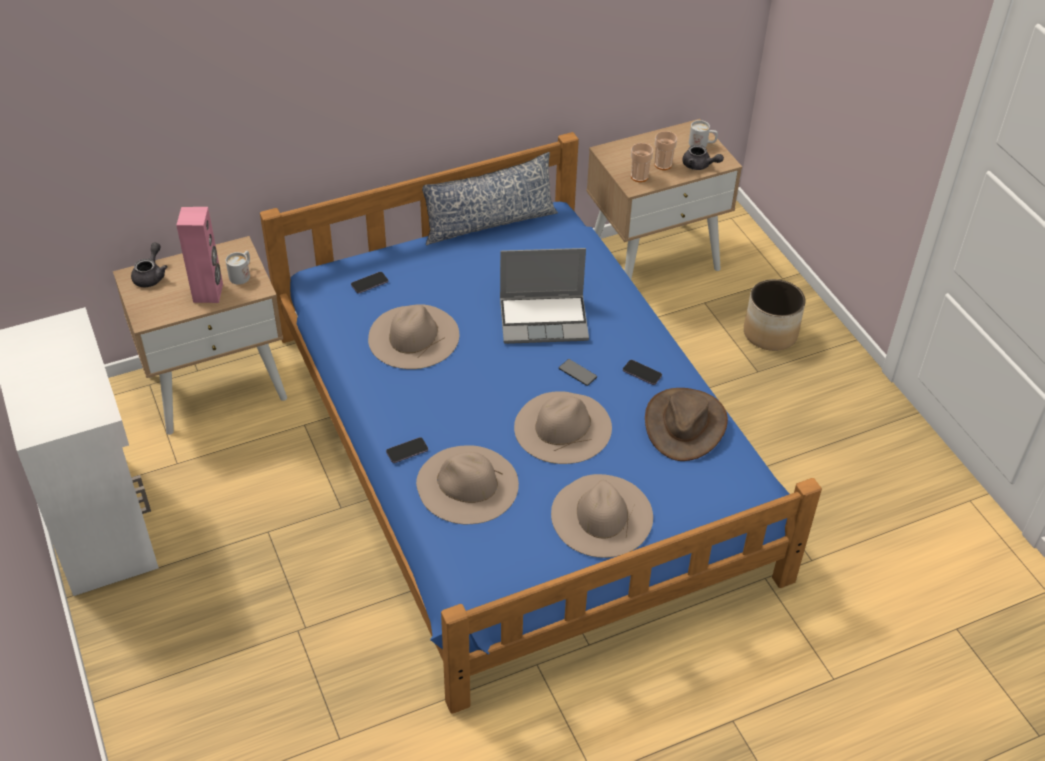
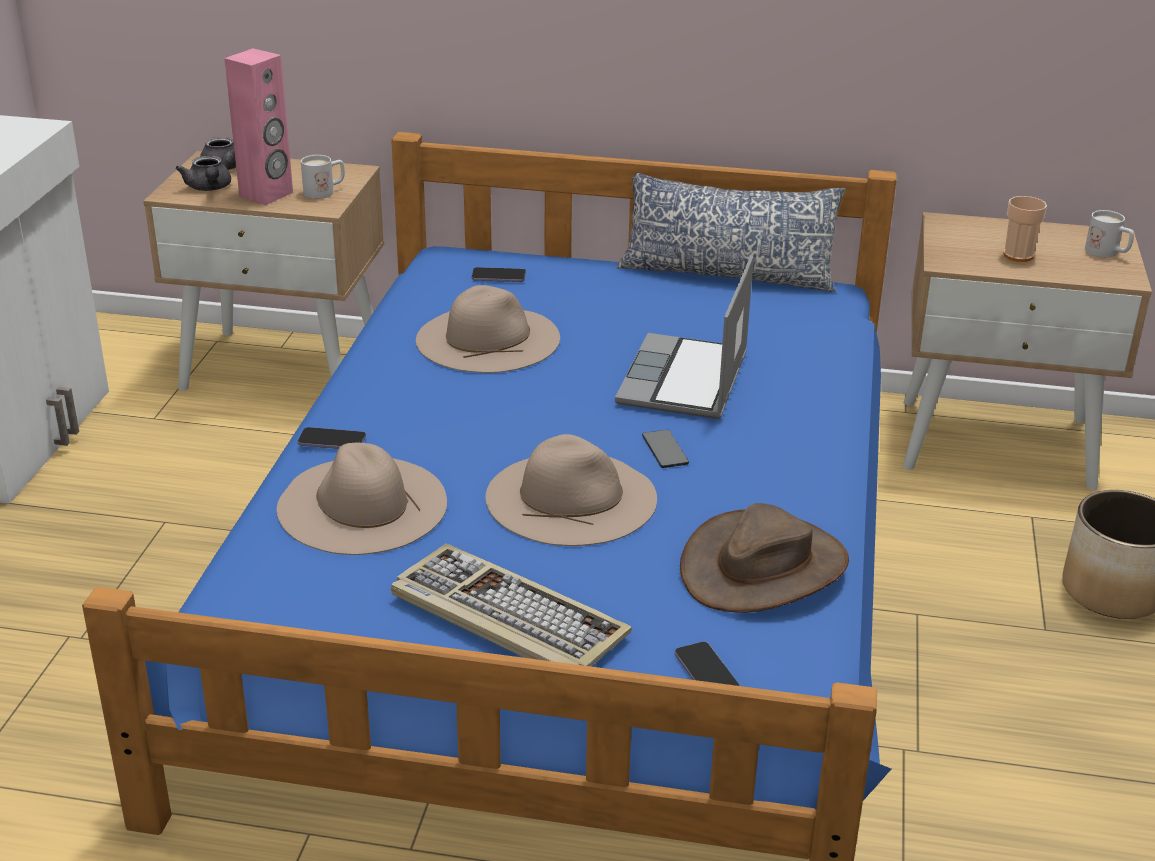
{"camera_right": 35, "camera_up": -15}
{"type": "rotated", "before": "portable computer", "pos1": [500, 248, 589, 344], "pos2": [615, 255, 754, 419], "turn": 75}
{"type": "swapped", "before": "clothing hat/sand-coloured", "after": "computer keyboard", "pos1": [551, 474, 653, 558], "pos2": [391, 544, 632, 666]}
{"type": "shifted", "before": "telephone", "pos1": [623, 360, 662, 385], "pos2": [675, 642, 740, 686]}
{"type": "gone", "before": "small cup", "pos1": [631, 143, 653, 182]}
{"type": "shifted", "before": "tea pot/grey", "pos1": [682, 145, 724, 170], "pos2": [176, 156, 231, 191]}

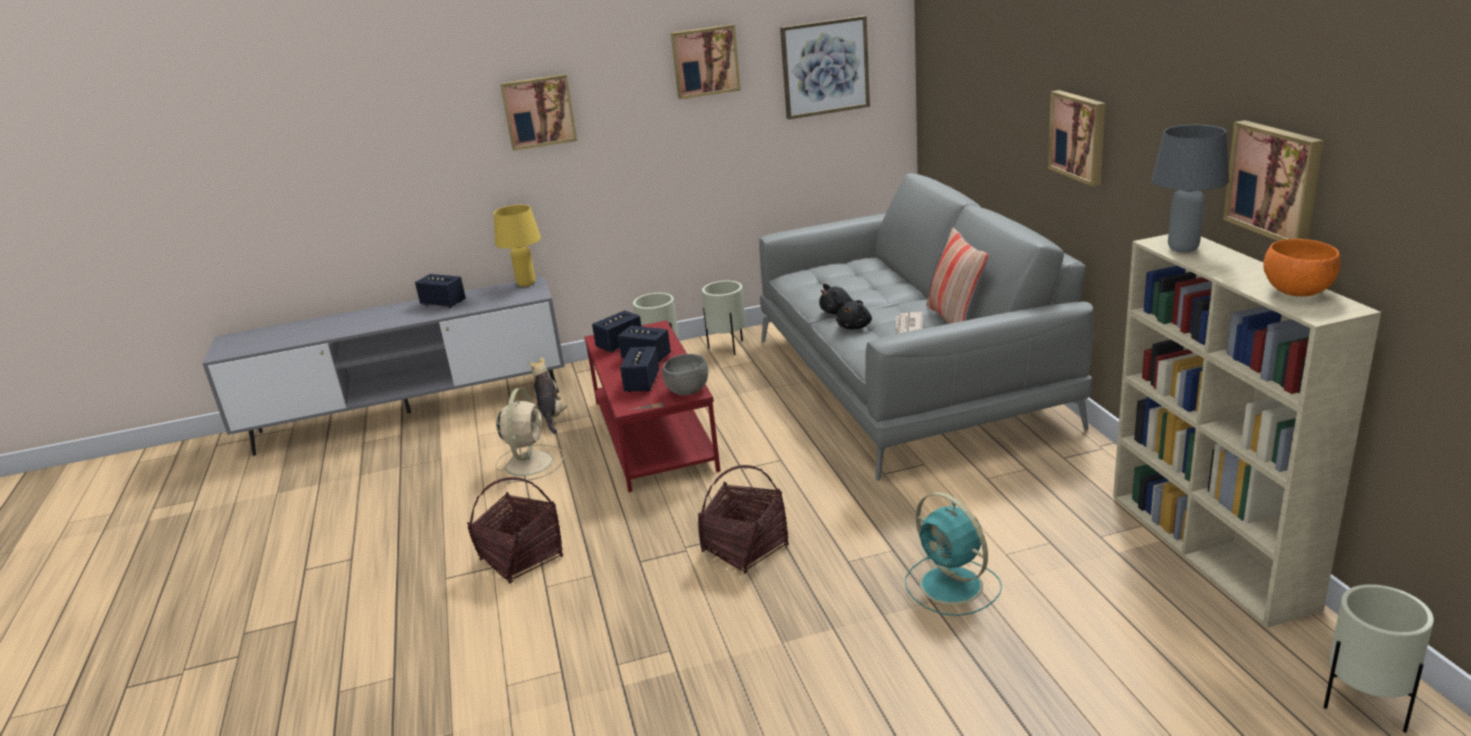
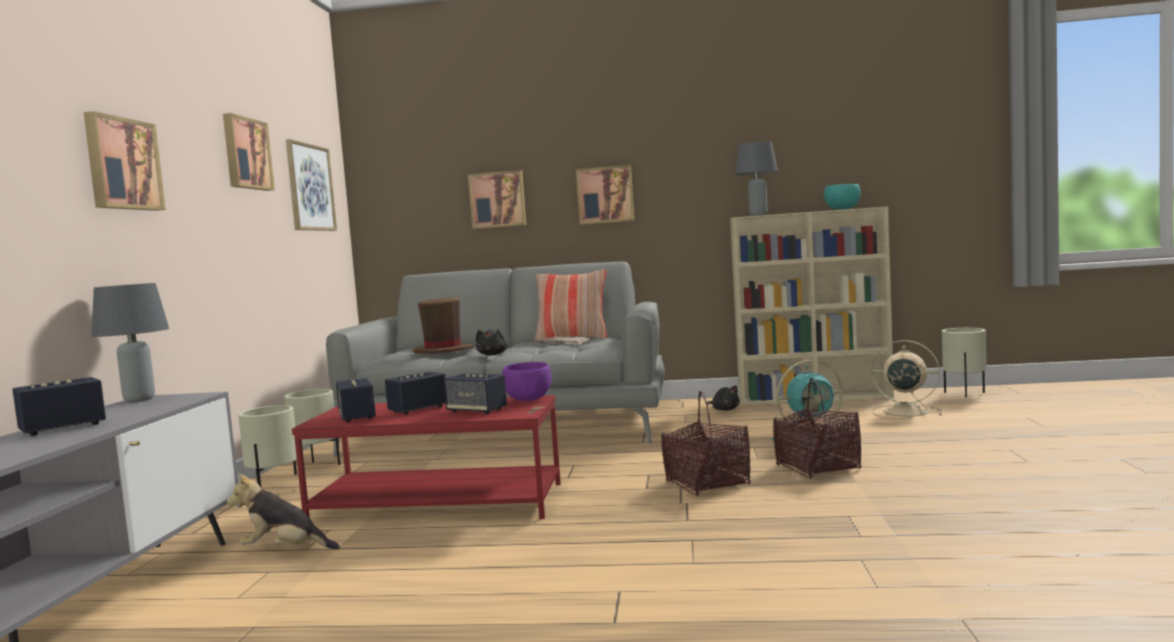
{"camera_right": -70, "camera_up": -20}
{"type": "shifted", "before": "household basket", "pos1": [467, 477, 563, 584], "pos2": [773, 378, 862, 479]}
{"type": "repainted", "before": "table lamp/yellowish", "after": "table lamp/grey", "pos1": [494, 205, 541, 287], "pos2": [91, 283, 169, 402]}
{"type": "shifted", "before": "cooling fan/sand-coloured", "pos1": [496, 388, 564, 484], "pos2": [871, 340, 942, 419]}
{"type": "repainted", "before": "serving bowl/grey", "after": "serving bowl/purple-coloured", "pos1": [662, 354, 708, 395], "pos2": [502, 362, 551, 401]}
{"type": "shifted", "before": "soft toy/black", "pos1": [836, 301, 872, 330], "pos2": [707, 385, 740, 411]}
{"type": "shifted", "before": "wall art", "pos1": [1223, 120, 1323, 241], "pos2": [468, 170, 526, 229]}
{"type": "repainted", "before": "serving bowl/orange", "after": "serving bowl/turquoise", "pos1": [1263, 239, 1340, 297], "pos2": [824, 184, 861, 210]}
{"type": "new", "after": "clothing hat/brown-coloured", "pos2": [413, 298, 474, 354]}

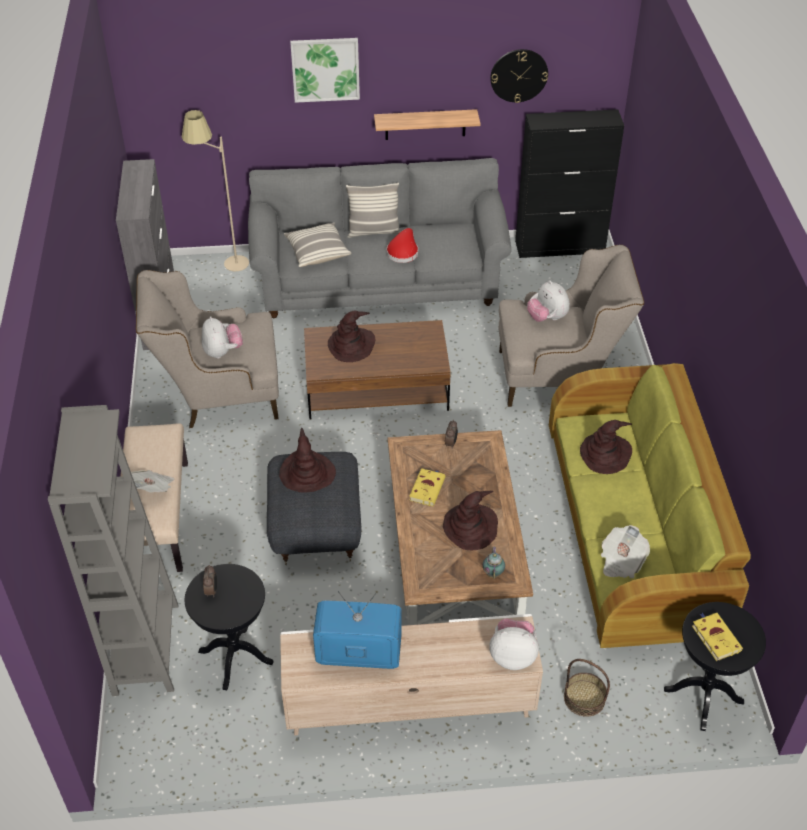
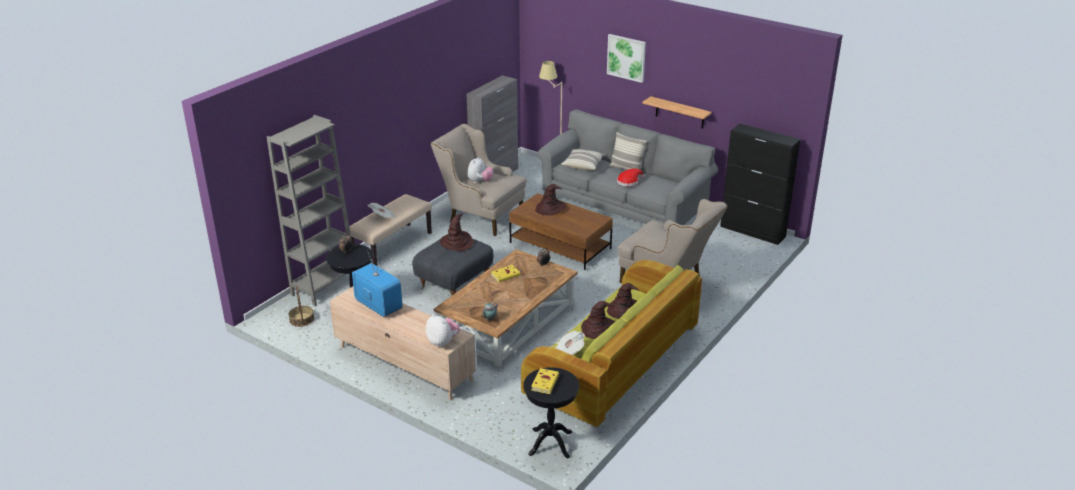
{"camera_right": 40, "camera_up": -15}
{"type": "shifted", "before": "clothing hat/brown-coloured", "pos1": [443, 491, 498, 550], "pos2": [581, 301, 615, 339]}
{"type": "gone", "before": "wall clock", "pos1": [490, 49, 548, 103]}
{"type": "gone", "before": "soft toy", "pos1": [527, 280, 570, 322]}
{"type": "shifted", "before": "household basket", "pos1": [564, 659, 610, 717], "pos2": [288, 286, 314, 327]}

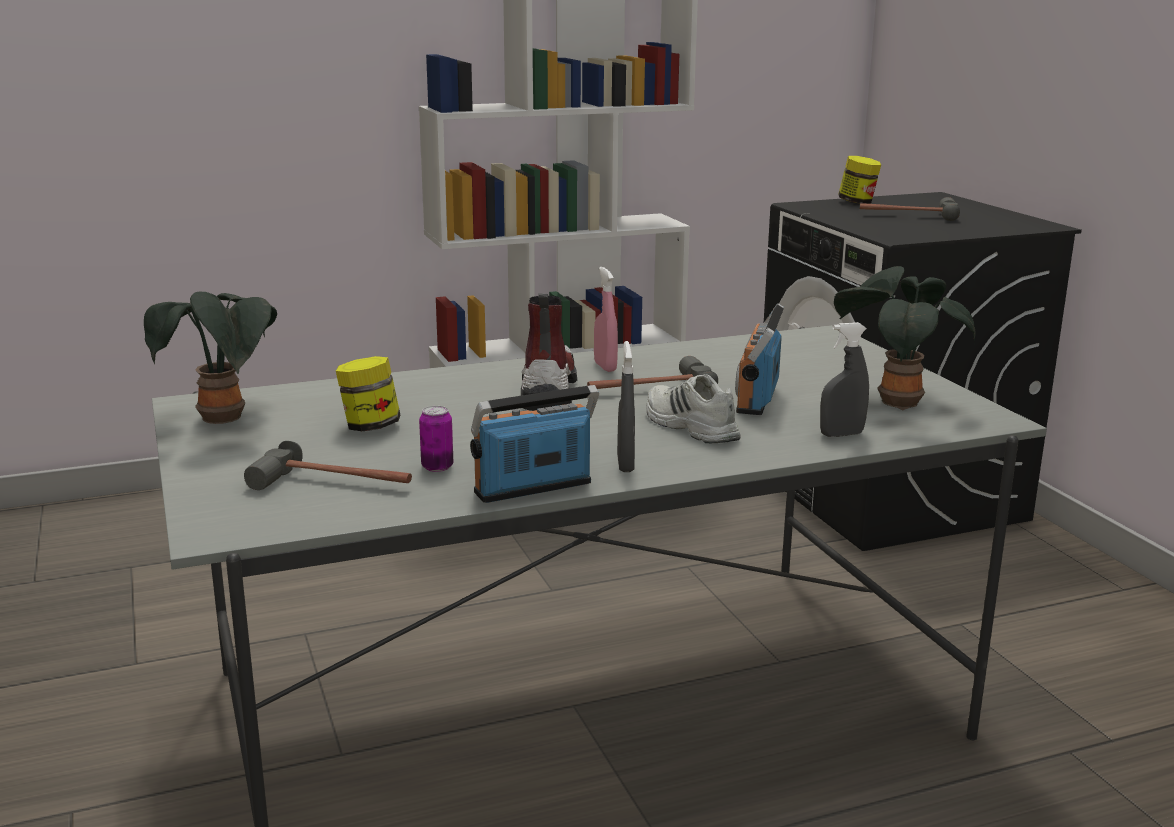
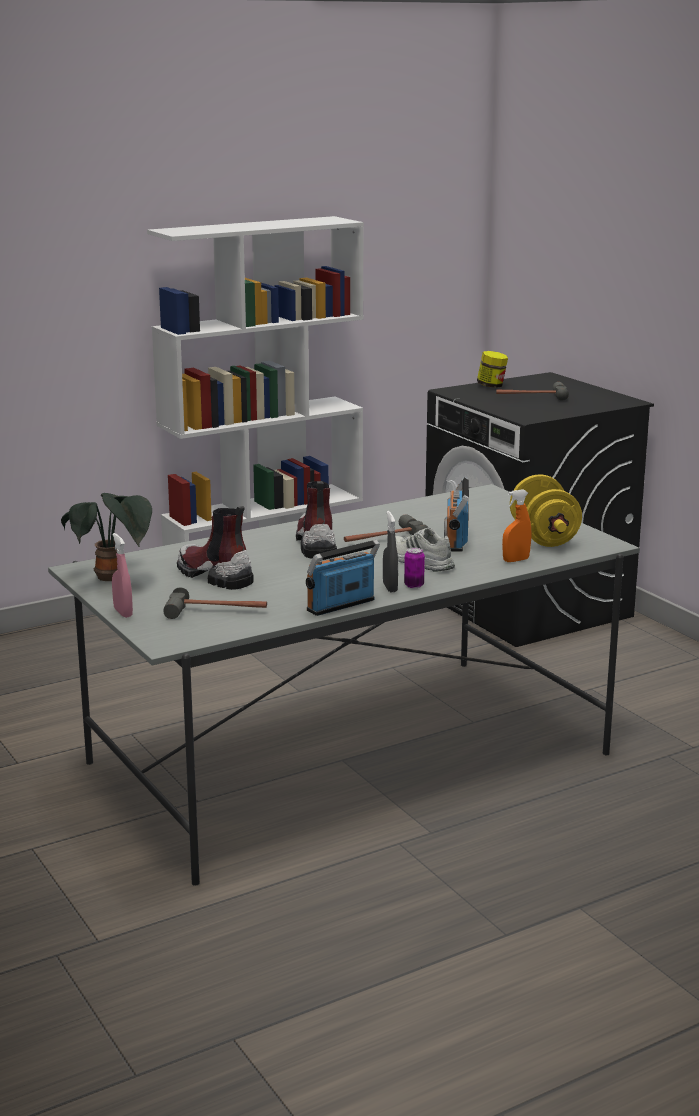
{"camera_right": -10, "camera_up": 0}
{"type": "swapped", "before": "storage jar", "after": "boot", "pos1": [336, 356, 400, 431], "pos2": [177, 506, 253, 590]}
{"type": "shifted", "before": "sealed can", "pos1": [419, 406, 453, 472], "pos2": [404, 547, 425, 588]}
{"type": "shifted", "before": "spray bottle/pink", "pos1": [594, 267, 618, 372], "pos2": [112, 533, 133, 618]}
{"type": "repainted", "before": "spray bottle/grey", "after": "spray bottle/orange", "pos1": [820, 322, 869, 437], "pos2": [502, 489, 531, 562]}
{"type": "swapped", "before": "plant in a pot", "after": "hand weight/yellowish", "pos1": [834, 266, 976, 410], "pos2": [510, 474, 582, 547]}

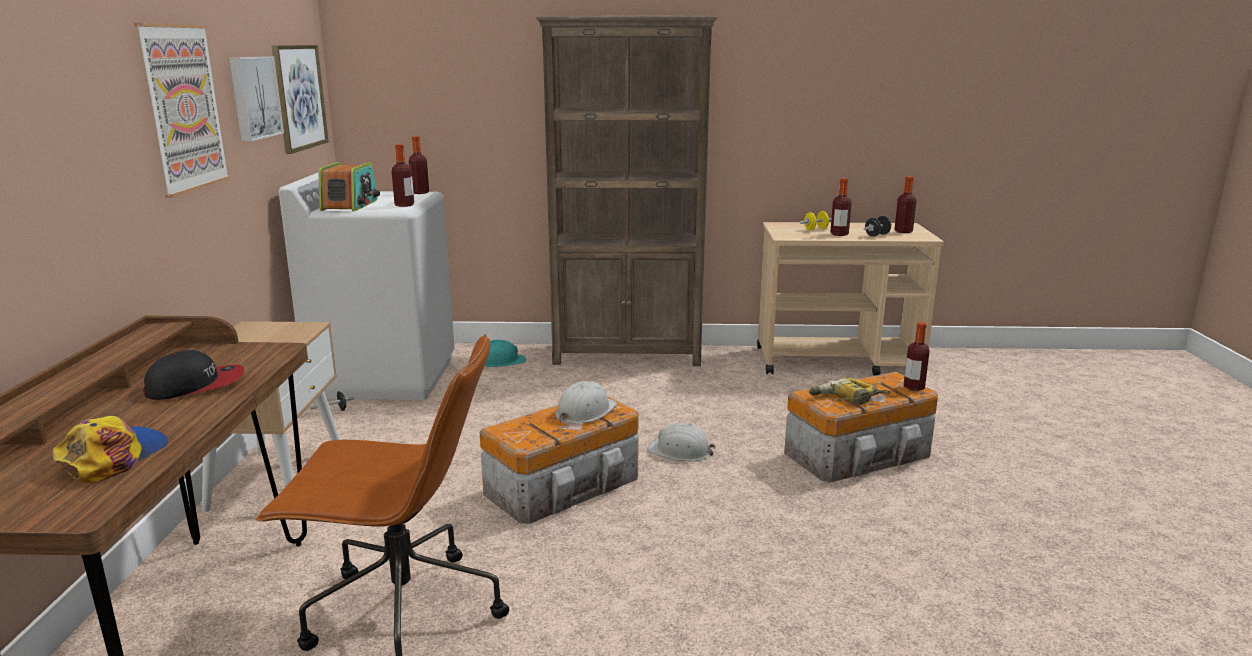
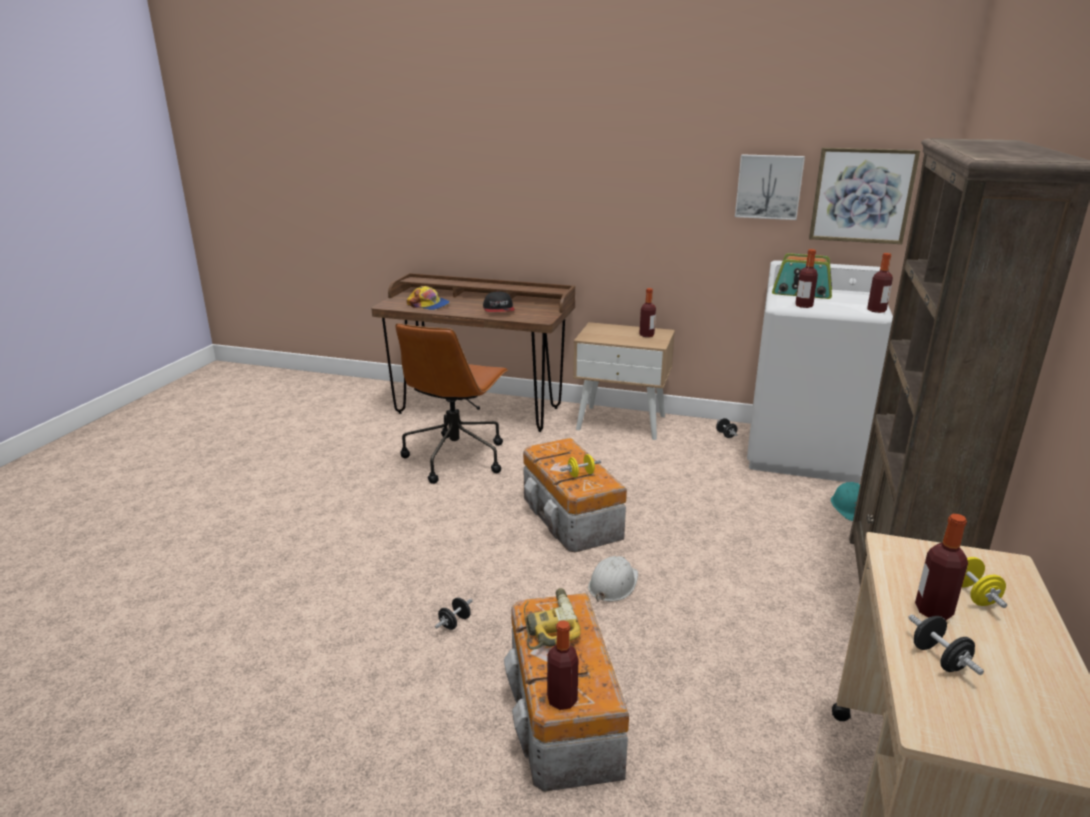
{"camera_right": 105, "camera_up": 5}
{"type": "gone", "before": "wall art", "pos1": [134, 23, 231, 198]}
{"type": "swapped", "before": "safety helmet/white-coloured", "after": "hand weight/yellowish", "pos1": [556, 381, 617, 423], "pos2": [560, 454, 601, 477]}
{"type": "shifted", "before": "bottle", "pos1": [894, 176, 916, 233], "pos2": [639, 288, 656, 337]}
{"type": "new", "after": "hand weight/black", "pos2": [435, 597, 473, 630]}

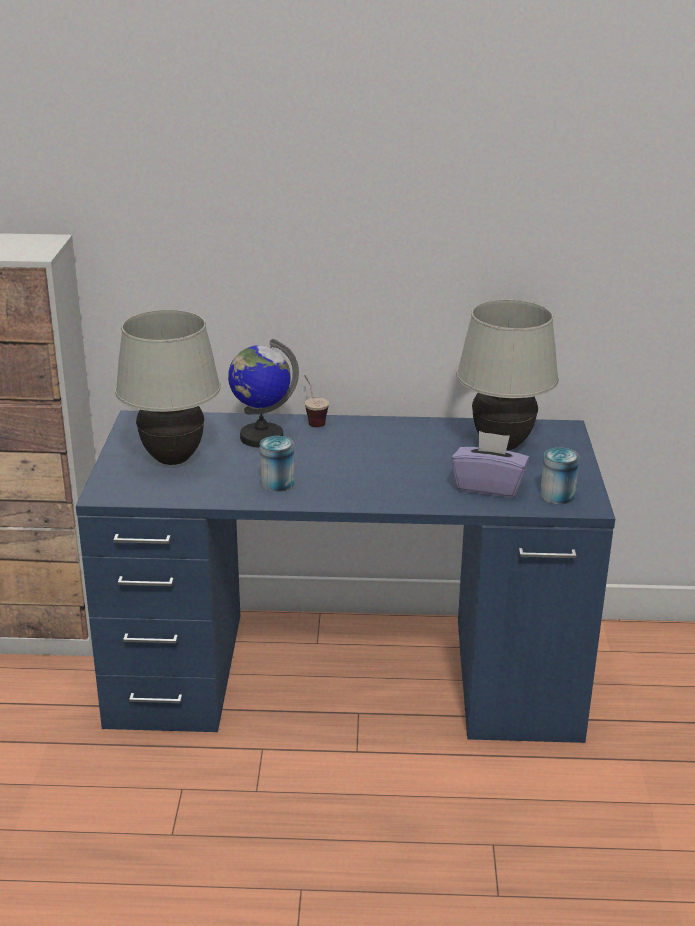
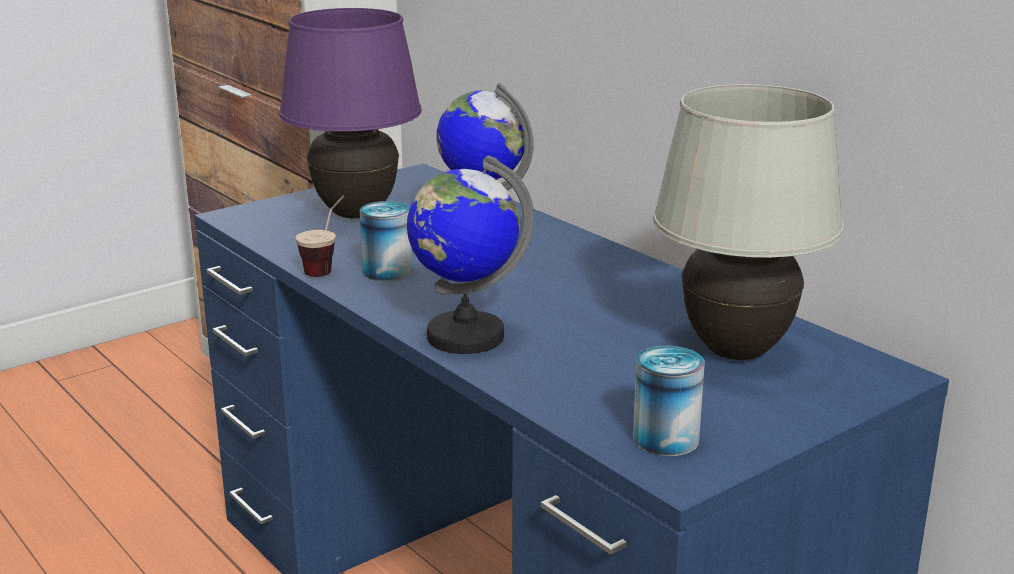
{"camera_right": 50, "camera_up": -5}
{"type": "repainted", "before": "table lamp/white-coloured", "after": "table lamp/purple-coloured", "pos1": [115, 310, 221, 465], "pos2": [279, 8, 422, 218]}
{"type": "shifted", "before": "small cup", "pos1": [304, 375, 329, 427], "pos2": [296, 195, 345, 277]}
{"type": "gone", "before": "tissue holder/purple-coloured", "pos1": [451, 431, 529, 498]}
{"type": "new", "after": "world globe", "pos2": [407, 155, 534, 354]}

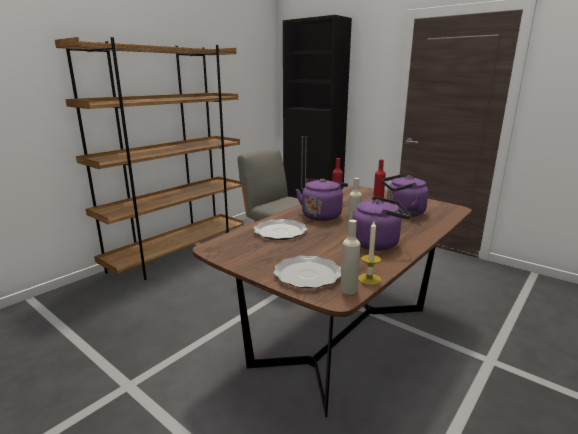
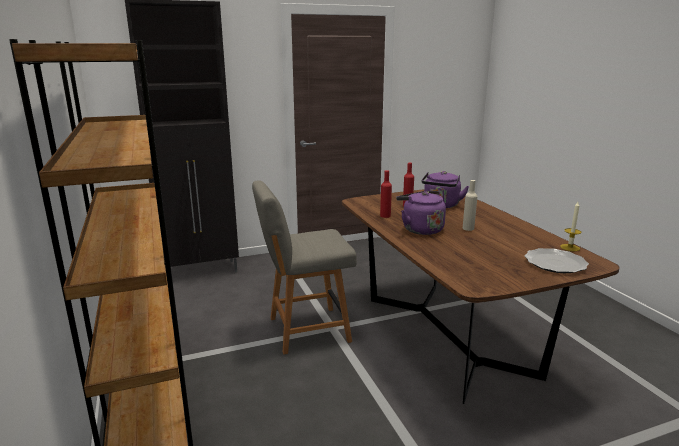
{"camera_right": -60, "camera_up": 0}
{"type": "gone", "before": "flat dish", "pos1": [253, 219, 307, 240]}
{"type": "gone", "before": "bottle/sand-coloured", "pos1": [340, 220, 360, 295]}
{"type": "gone", "before": "tea kettle/purple-coloured", "pos1": [352, 196, 410, 251]}

